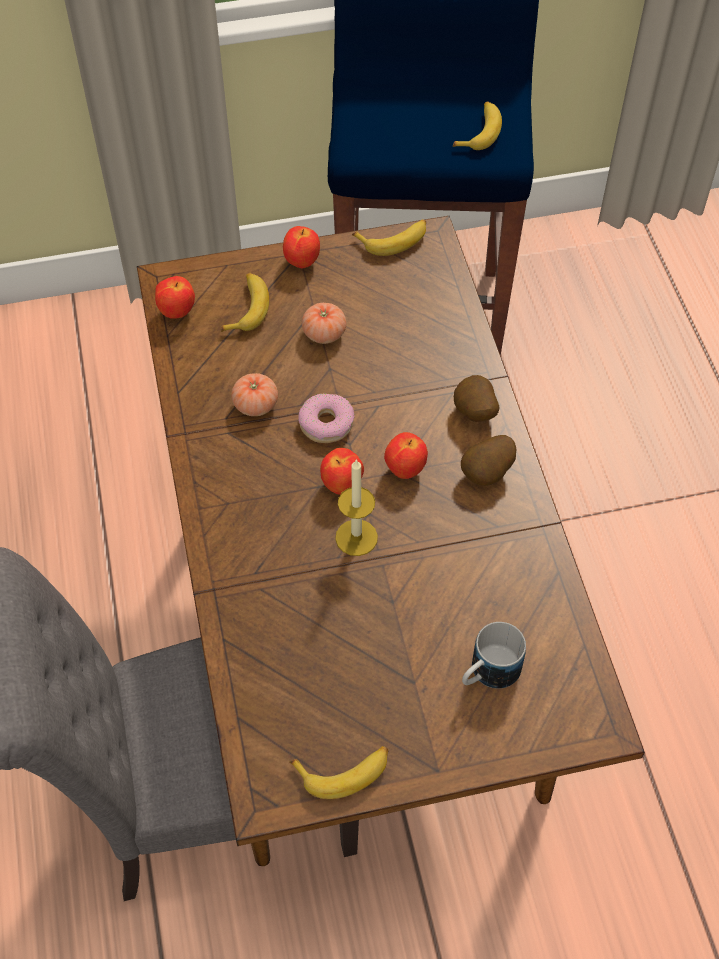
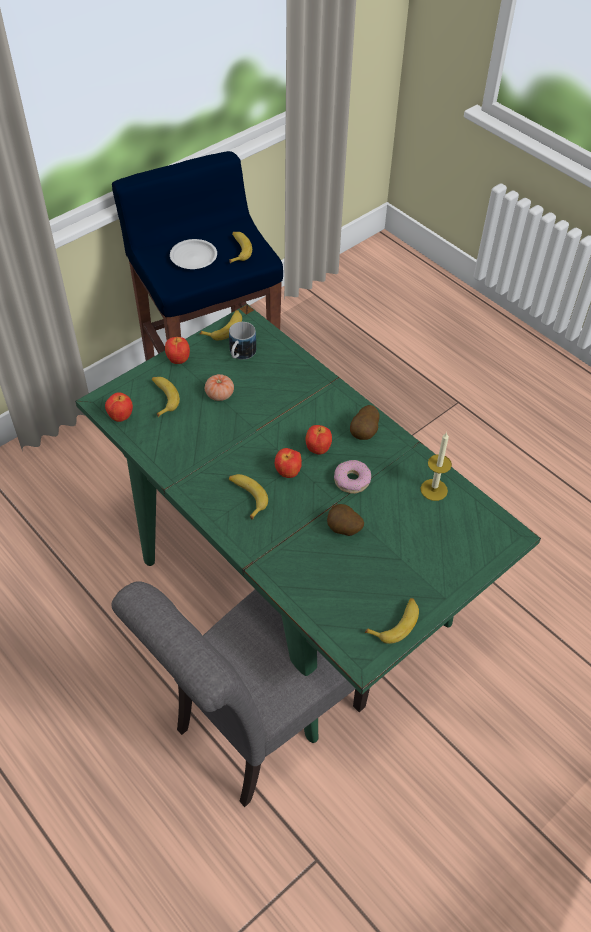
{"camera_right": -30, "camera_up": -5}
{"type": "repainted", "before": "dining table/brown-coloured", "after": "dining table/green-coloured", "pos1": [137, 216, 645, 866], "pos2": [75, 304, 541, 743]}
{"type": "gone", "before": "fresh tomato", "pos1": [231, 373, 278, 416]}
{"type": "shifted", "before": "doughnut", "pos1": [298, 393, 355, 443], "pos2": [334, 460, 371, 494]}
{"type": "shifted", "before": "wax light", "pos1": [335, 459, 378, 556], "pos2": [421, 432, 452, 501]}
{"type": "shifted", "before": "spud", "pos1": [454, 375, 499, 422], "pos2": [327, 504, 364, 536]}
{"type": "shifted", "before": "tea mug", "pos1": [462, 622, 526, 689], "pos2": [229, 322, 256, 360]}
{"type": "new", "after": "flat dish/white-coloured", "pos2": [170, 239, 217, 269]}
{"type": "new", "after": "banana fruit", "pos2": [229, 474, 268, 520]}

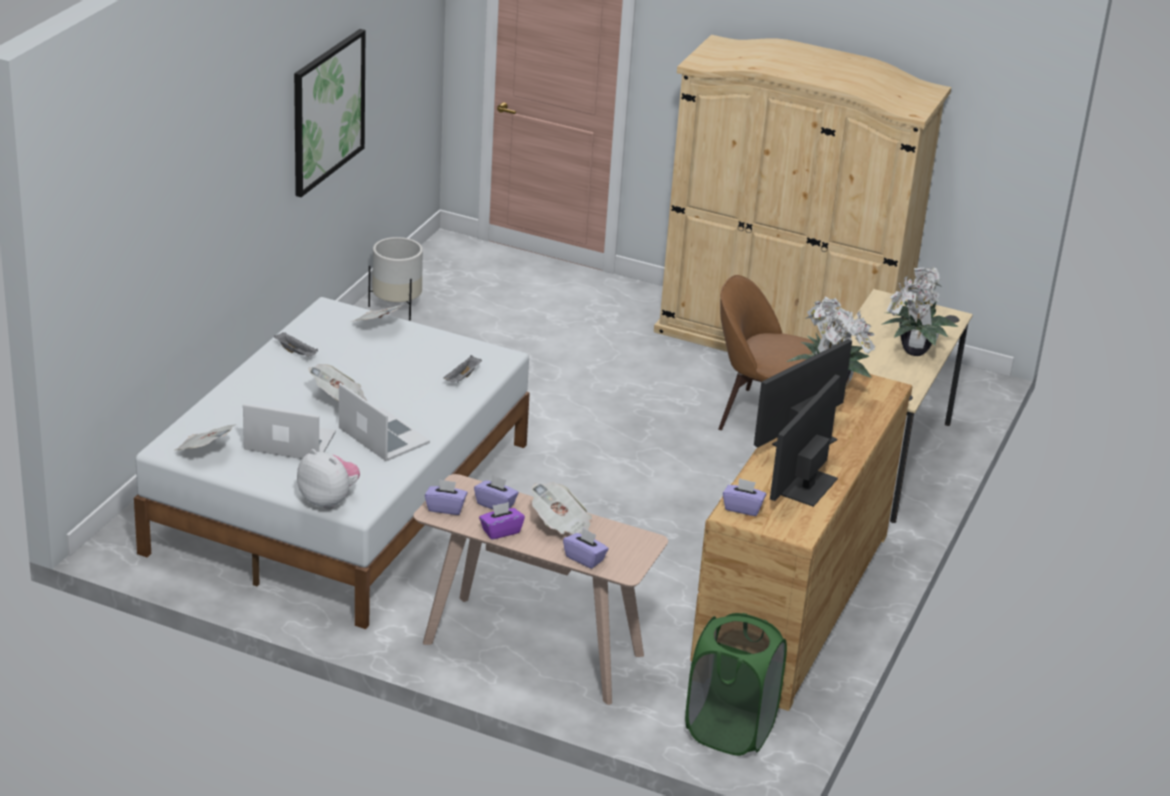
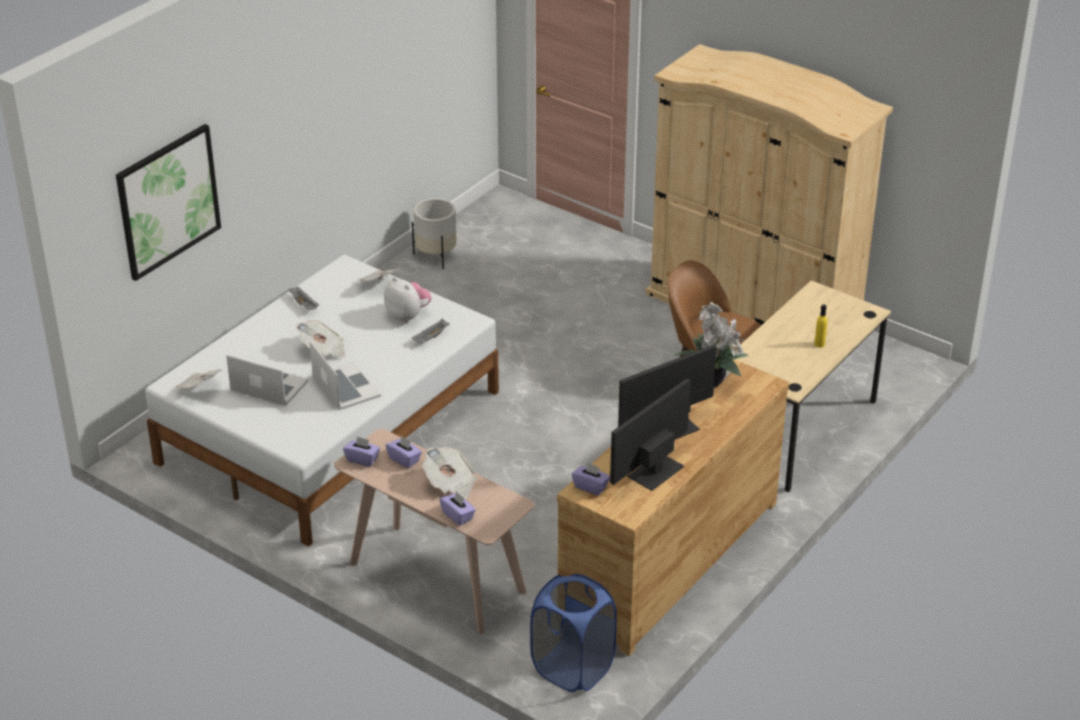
{"camera_right": 15, "camera_up": 5}
{"type": "shifted", "before": "wall art", "pos1": [294, 29, 366, 197], "pos2": [116, 124, 221, 281]}
{"type": "shifted", "before": "soft toy", "pos1": [297, 449, 360, 510], "pos2": [384, 277, 431, 323]}
{"type": "gone", "before": "tissue holder/purple-coloured", "pos1": [479, 502, 525, 540]}
{"type": "repainted", "before": "washing basket/green-coloured", "after": "washing basket/bluish", "pos1": [685, 613, 787, 756], "pos2": [530, 574, 617, 692]}
{"type": "swapped", "before": "plant in a pot", "after": "bottle/yellowish", "pos1": [881, 266, 959, 356], "pos2": [814, 305, 827, 348]}

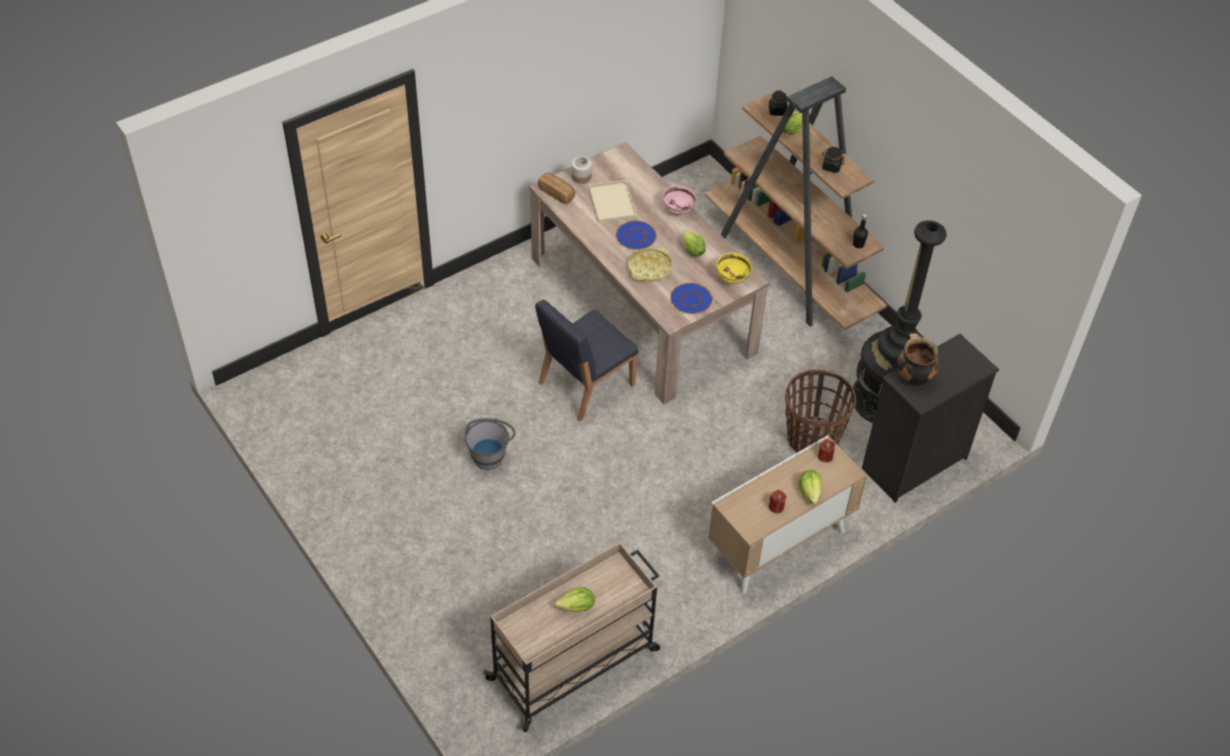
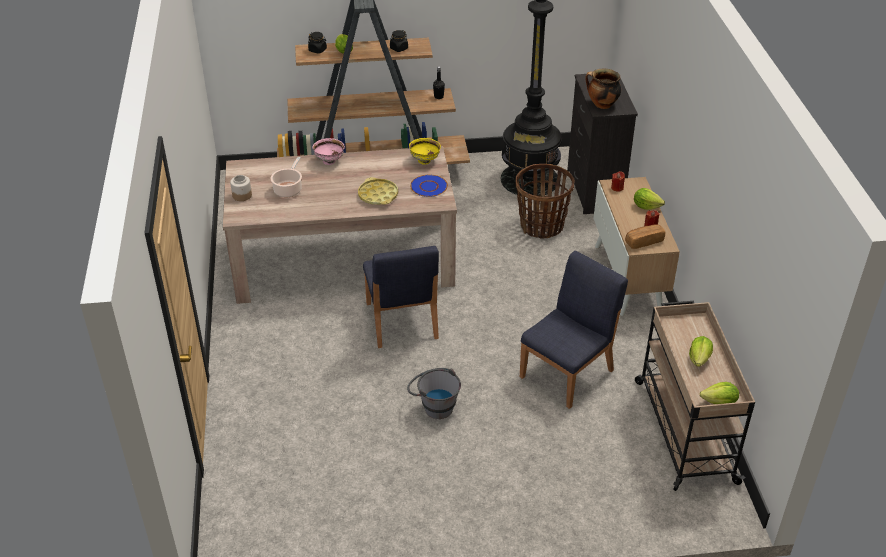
{"camera_right": -60, "camera_up": -10}
{"type": "shifted", "before": "bakery bread", "pos1": [538, 173, 575, 204], "pos2": [625, 224, 665, 249]}
{"type": "swapped", "before": "tray/sand-coloured", "after": "saucepot", "pos1": [588, 180, 637, 223], "pos2": [270, 157, 302, 197]}
{"type": "gone", "before": "flat dish/bluish", "pos1": [616, 221, 657, 250]}
{"type": "shifted", "before": "lettuce", "pos1": [683, 230, 705, 257], "pos2": [700, 382, 739, 404]}
{"type": "new", "after": "plain chair/bluish", "pos2": [520, 251, 628, 409]}

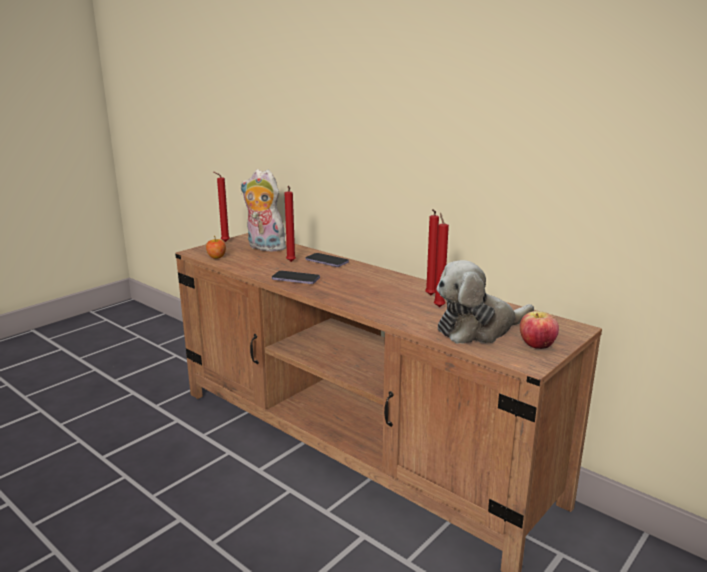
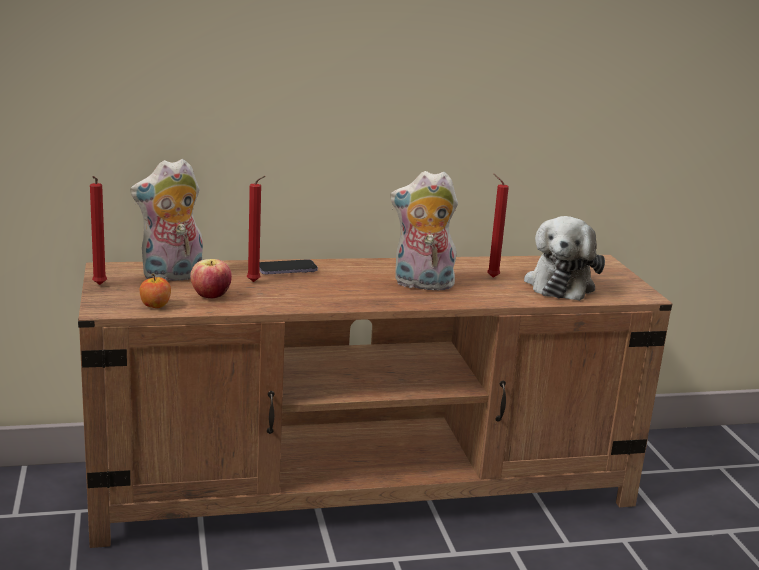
{"camera_right": -55, "camera_up": 0}
{"type": "gone", "before": "telephone", "pos1": [272, 271, 320, 284]}
{"type": "gone", "before": "wax light/red-coloured", "pos1": [425, 209, 439, 296]}
{"type": "shifted", "before": "apple fruit", "pos1": [520, 311, 559, 349], "pos2": [190, 259, 232, 298]}
{"type": "new", "after": "soft toy", "pos2": [390, 171, 458, 293]}

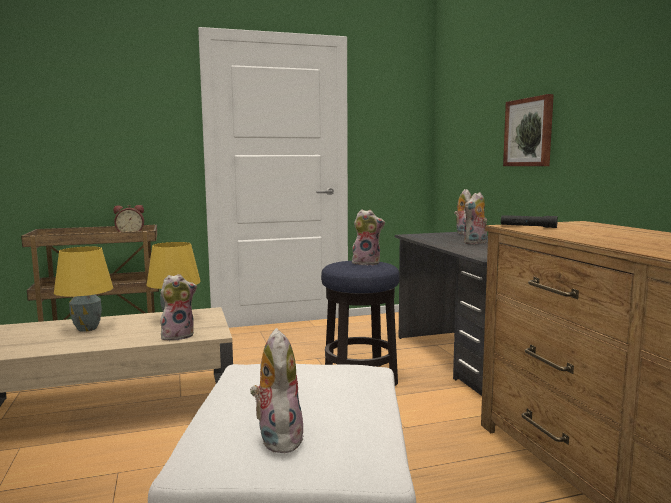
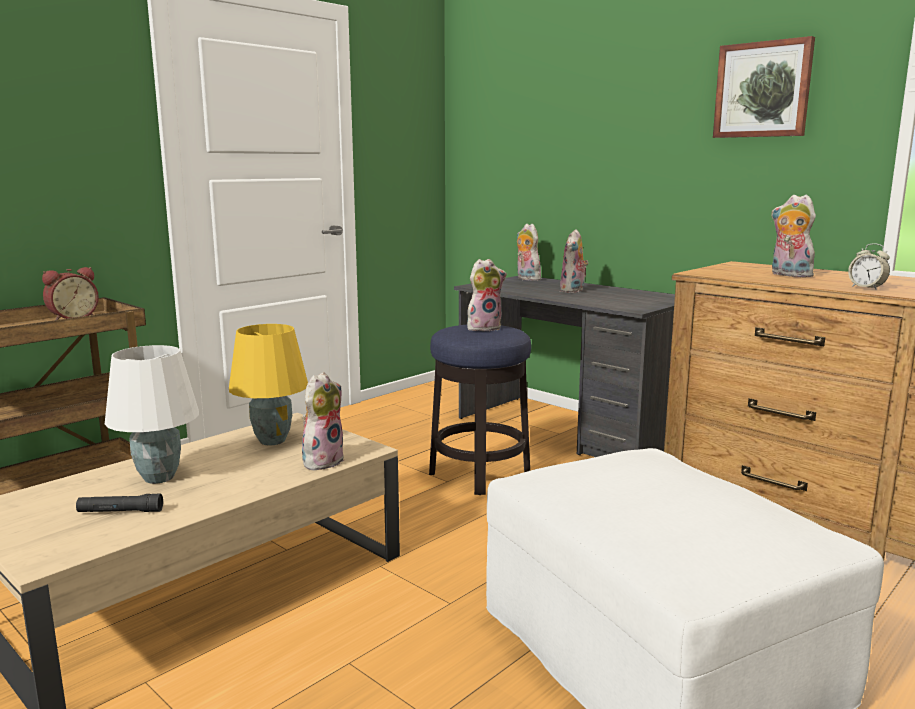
{"camera_right": -30, "camera_up": 5}
{"type": "repainted", "before": "table lamp/yellowish", "after": "table lamp/white-coloured", "pos1": [54, 246, 113, 332], "pos2": [105, 345, 199, 484]}
{"type": "shifted", "before": "soft toy", "pos1": [250, 328, 305, 453], "pos2": [771, 195, 819, 277]}
{"type": "shifted", "before": "hand torch/black", "pos1": [501, 215, 558, 228], "pos2": [76, 493, 163, 512]}
{"type": "shifted", "before": "wall art", "pos1": [503, 94, 554, 166], "pos2": [713, 36, 815, 138]}
{"type": "new", "after": "alarm clock", "pos2": [848, 243, 890, 290]}

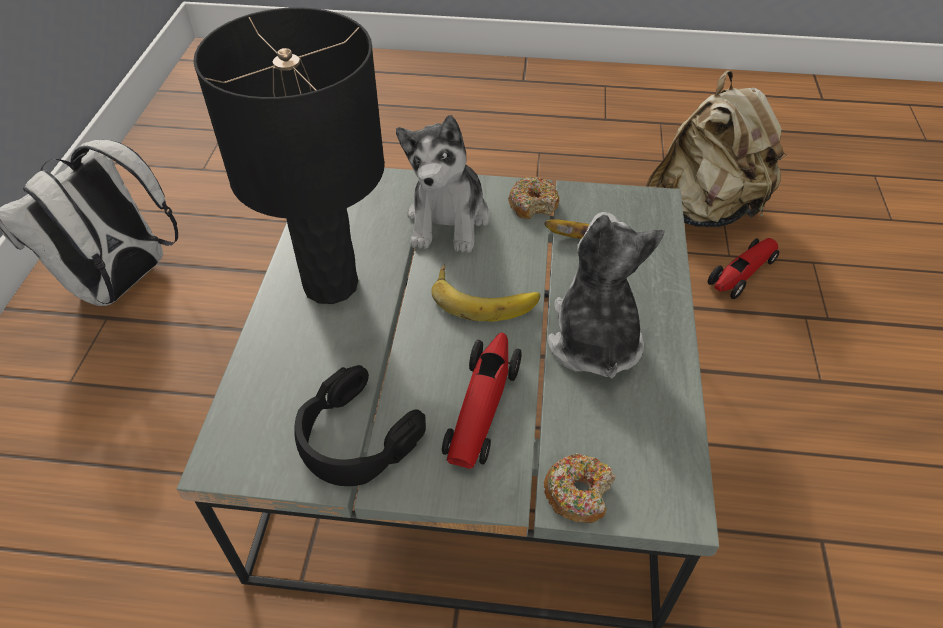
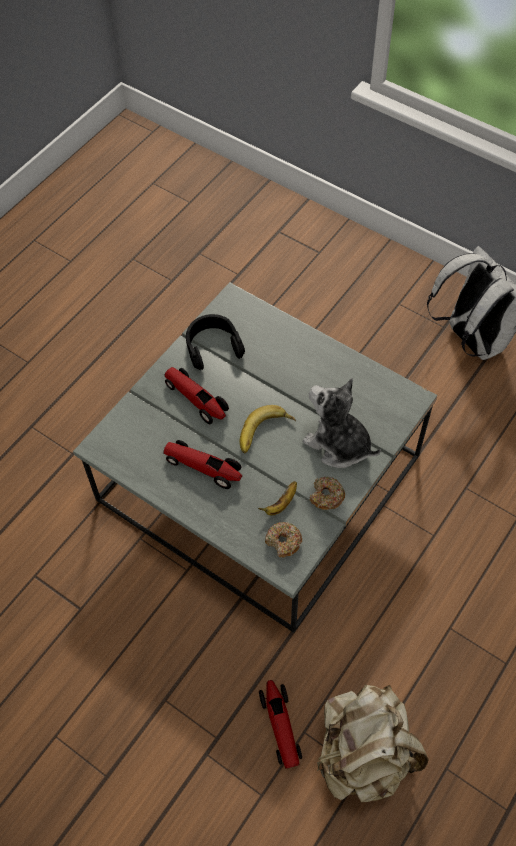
{"camera_right": 120, "camera_up": 10}
{"type": "gone", "before": "table lamp/black", "pos1": [193, 7, 385, 304]}
{"type": "shifted", "before": "doughnut", "pos1": [544, 453, 615, 523], "pos2": [265, 522, 302, 557]}
{"type": "swapped", "before": "soft toy", "after": "miniature car", "pos1": [547, 212, 665, 379], "pos2": [163, 440, 242, 489]}

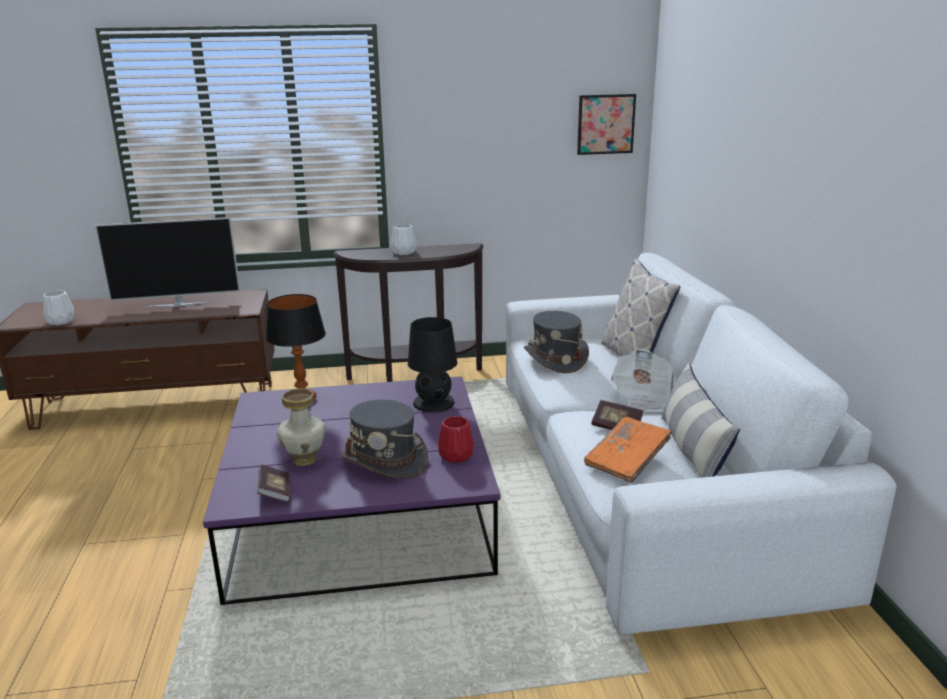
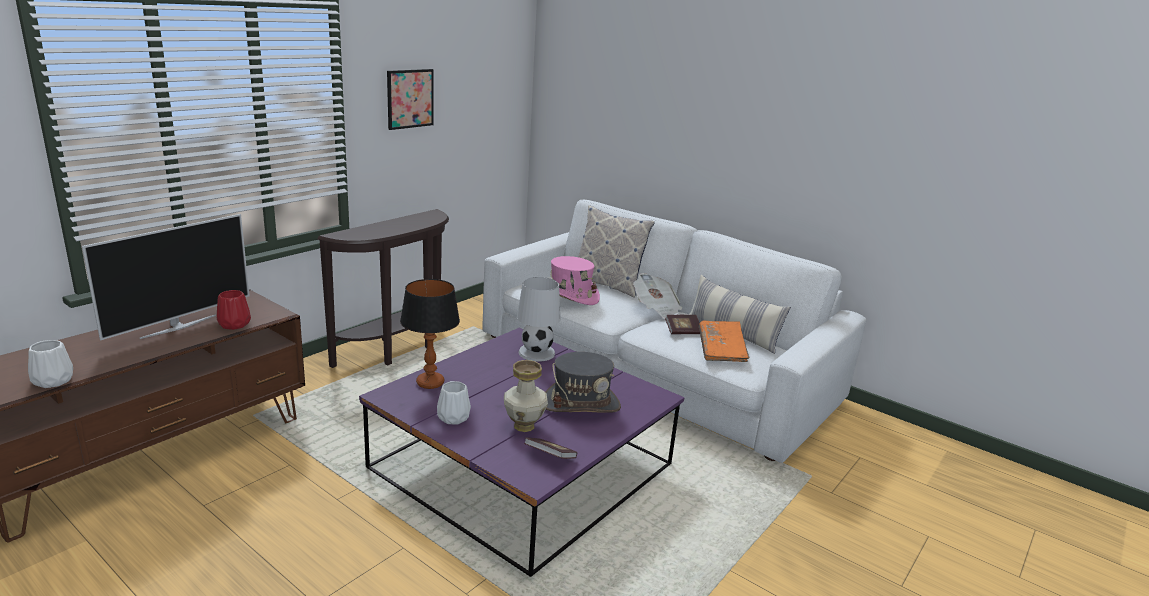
{"camera_right": -45, "camera_up": 0}
{"type": "shifted", "before": "flower vase/white-coloured", "pos1": [391, 224, 416, 255], "pos2": [437, 381, 471, 425]}
{"type": "repainted", "before": "table lamp/black", "after": "table lamp/white-coloured", "pos1": [408, 317, 457, 413], "pos2": [517, 277, 561, 362]}
{"type": "shifted", "before": "flower vase/red-coloured", "pos1": [438, 416, 474, 463], "pos2": [217, 290, 251, 330]}
{"type": "repainted", "before": "clothing hat/grey", "after": "clothing hat/pink", "pos1": [524, 311, 589, 373], "pos2": [550, 256, 600, 305]}
{"type": "shifted", "before": "wall art", "pos1": [577, 94, 636, 155], "pos2": [387, 69, 434, 130]}

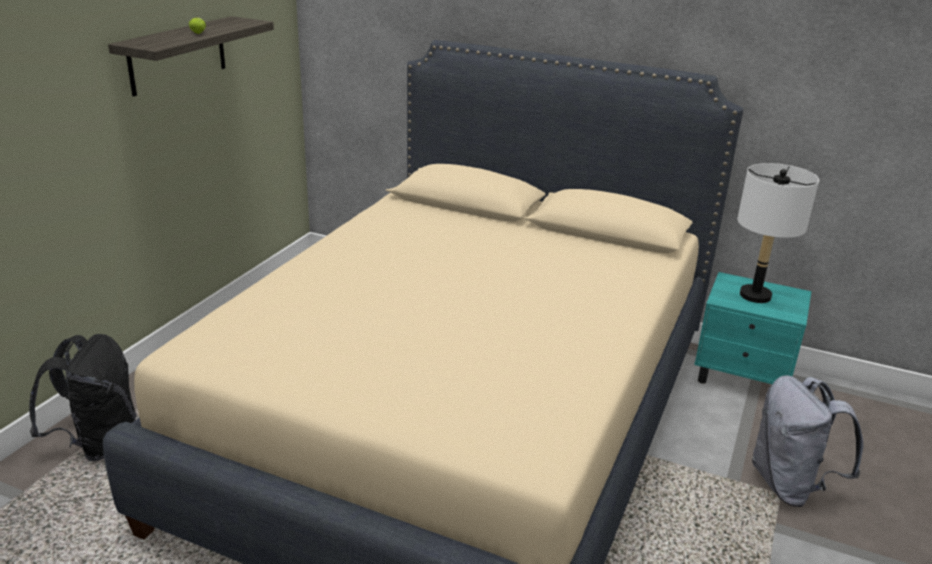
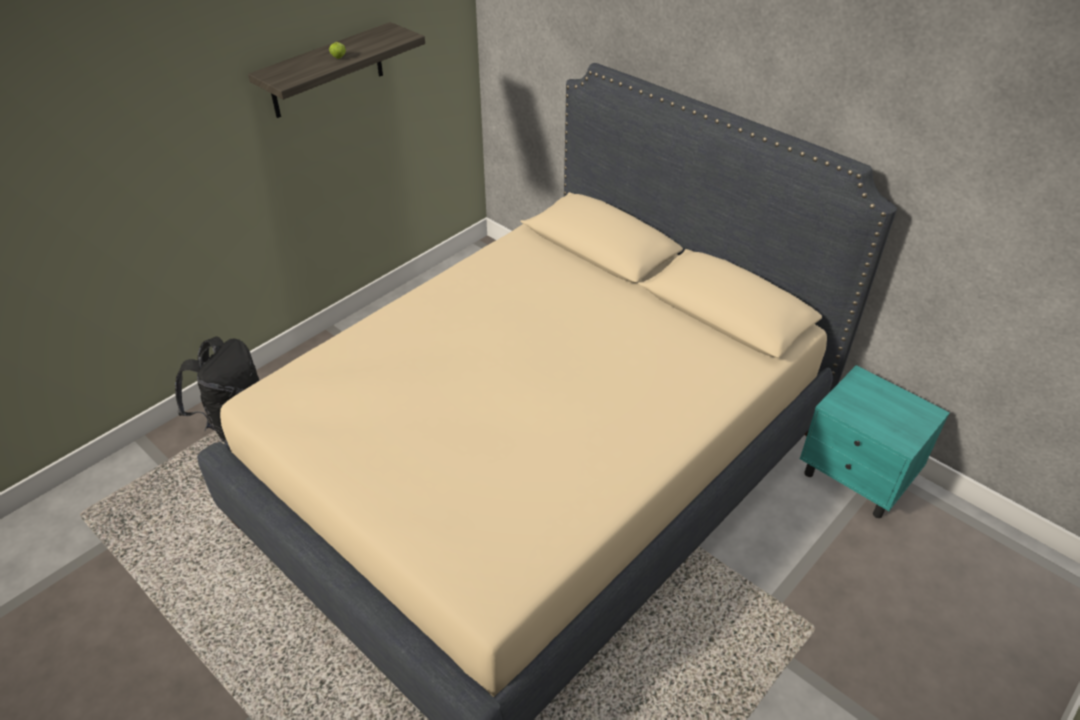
{"camera_right": 20, "camera_up": 15}
{"type": "gone", "before": "table lamp/white-coloured", "pos1": [737, 163, 819, 303]}
{"type": "gone", "before": "backpack/grey", "pos1": [752, 375, 863, 507]}

